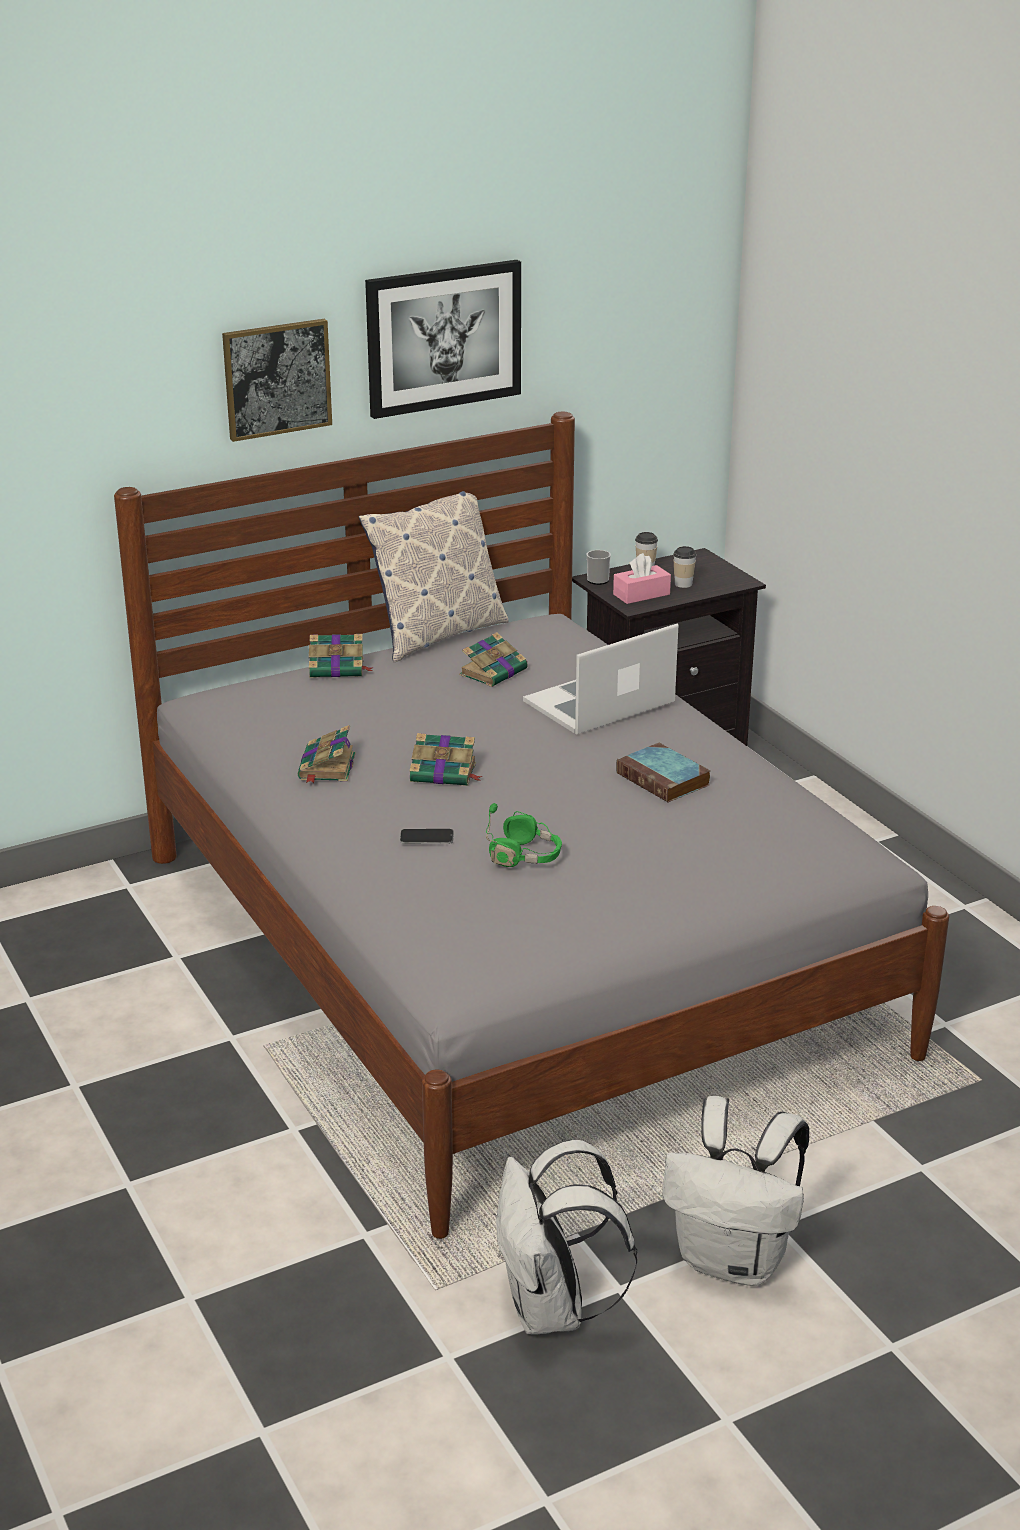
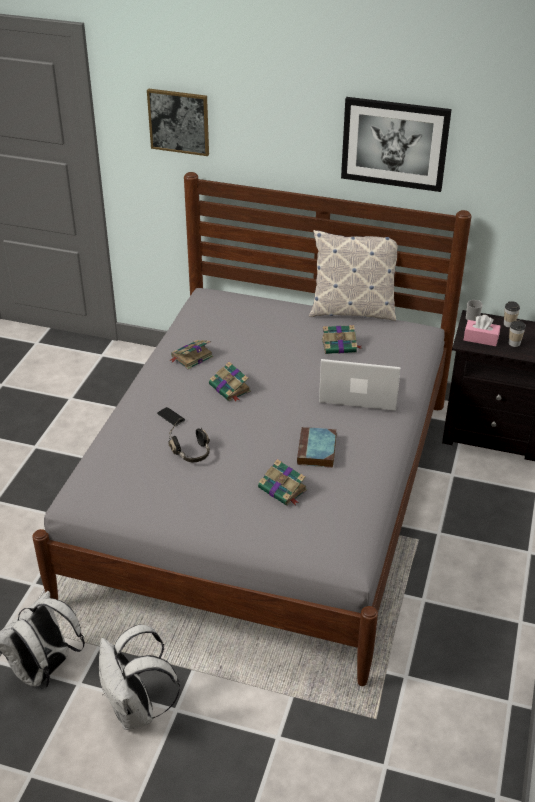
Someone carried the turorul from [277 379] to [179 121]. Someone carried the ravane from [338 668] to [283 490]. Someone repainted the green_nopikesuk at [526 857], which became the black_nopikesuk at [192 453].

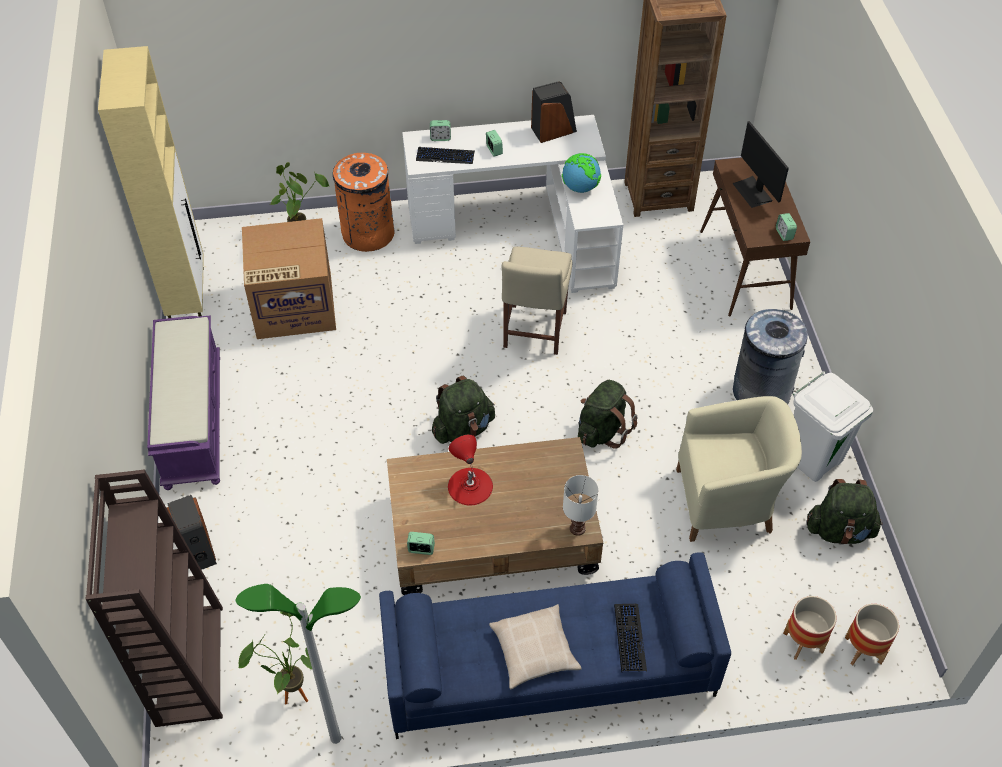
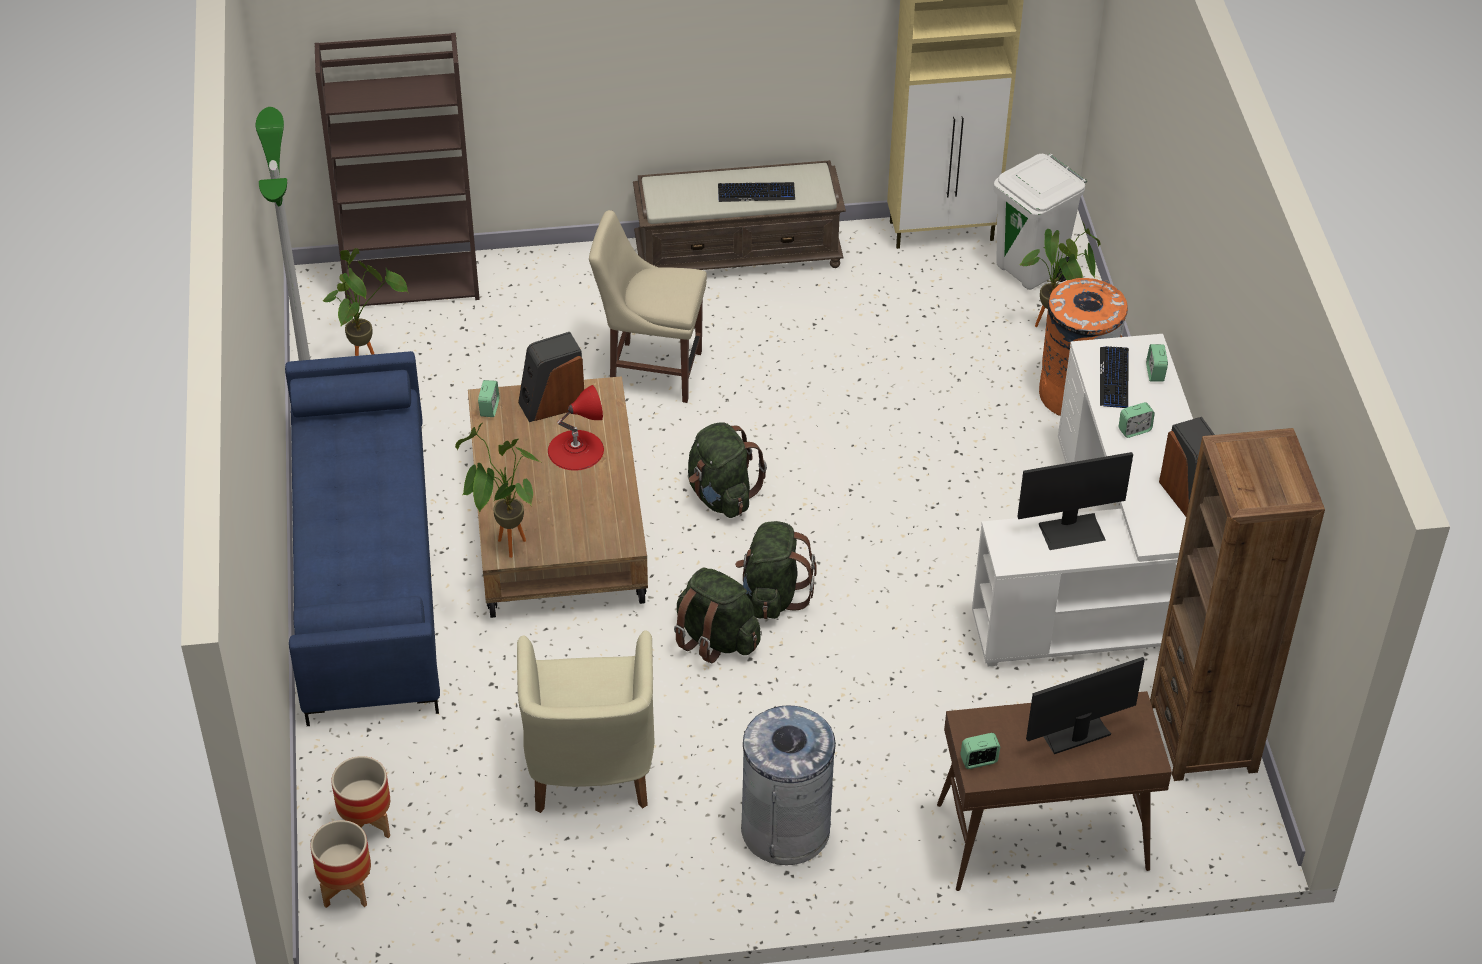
Someone swapped the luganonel at [580 188] for the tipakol at [1072 530]. Someone took away the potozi at [293 306]. Someone carried the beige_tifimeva from [533 332] to [650 370]. Someone repainted the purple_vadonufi at [192 420], which became the brown_vadonufi at [739 253]. Someone carried the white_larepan from [813 459] to [1031 269]. Someone swapped the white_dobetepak at [578 529] for the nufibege at [504 547]. Someone carried the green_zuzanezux from [839 530] to [772 595]. Someone carried the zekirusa from [198 549] to [552 403]. Someone took away the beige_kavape at [534 651]. Someone carried the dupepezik from [629 638] to [756 193].

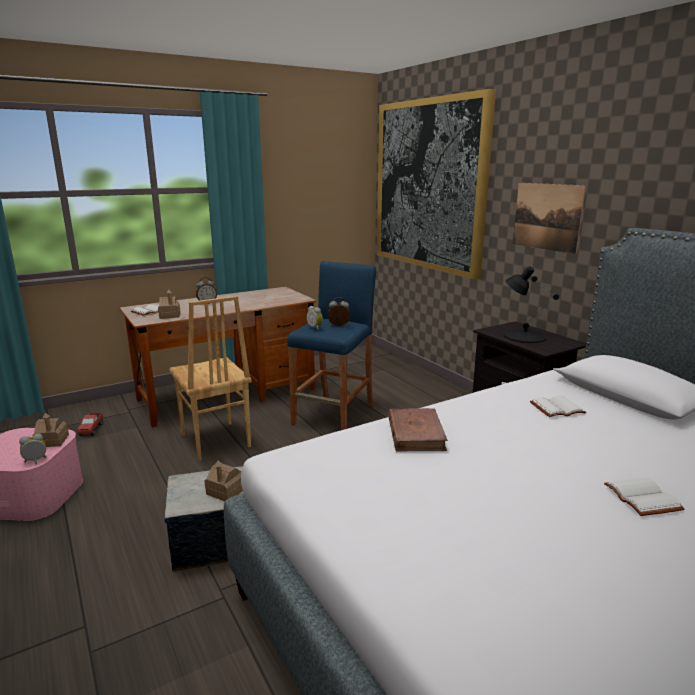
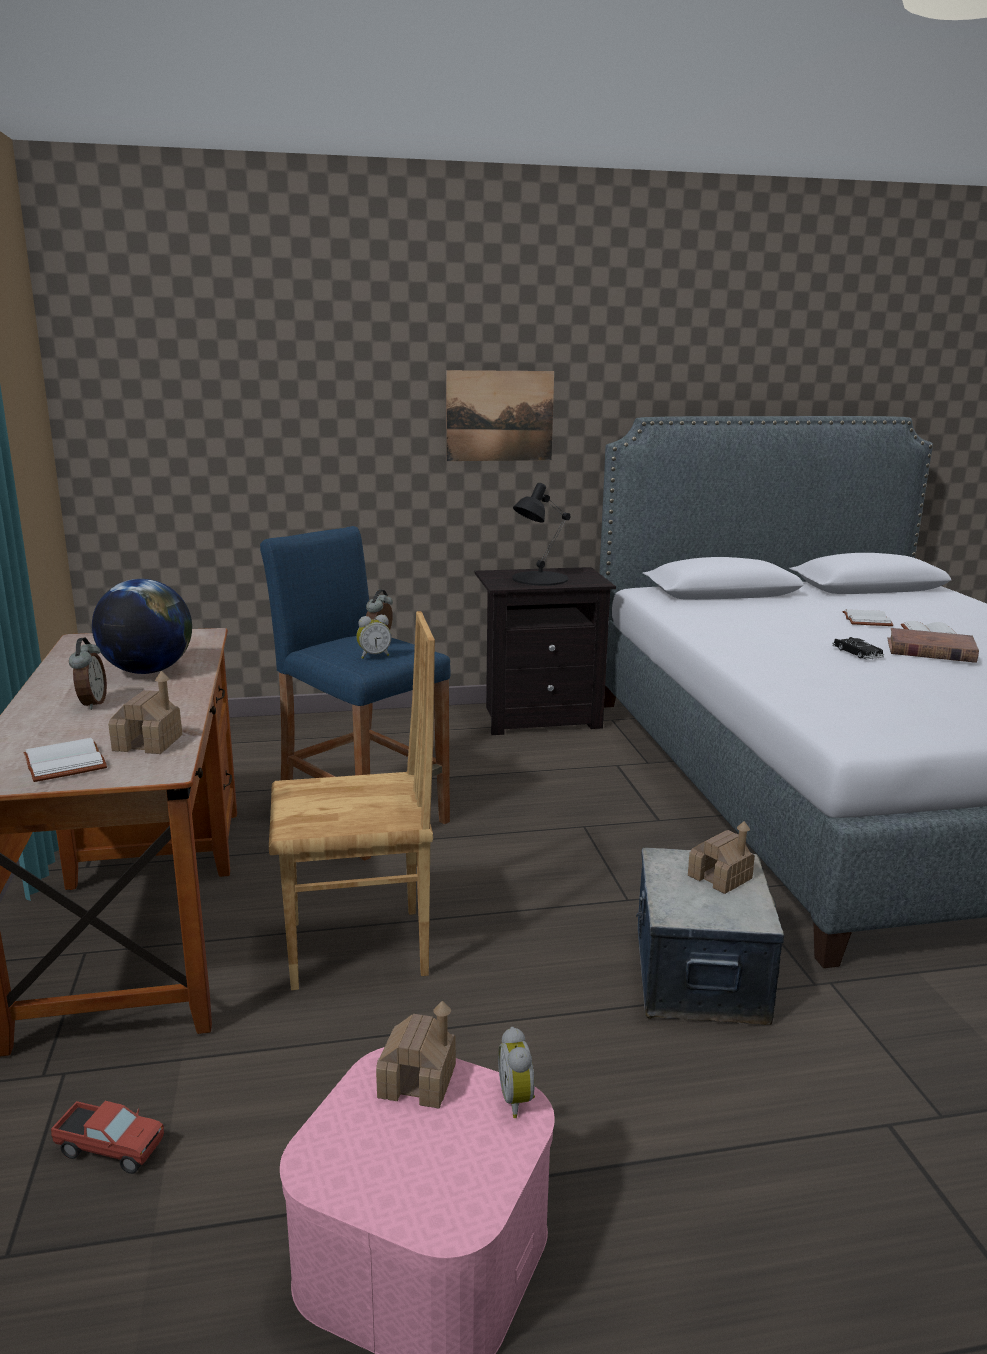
Someone took away the turorul at [429 185]. Someone carried the white_ravane from [557 408] to [865 620]. Someone carried the brown_ravane from [415 433] to [930 650]. Someone put down the luganonel at [147 671]. Someone put down the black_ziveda at [857 653].

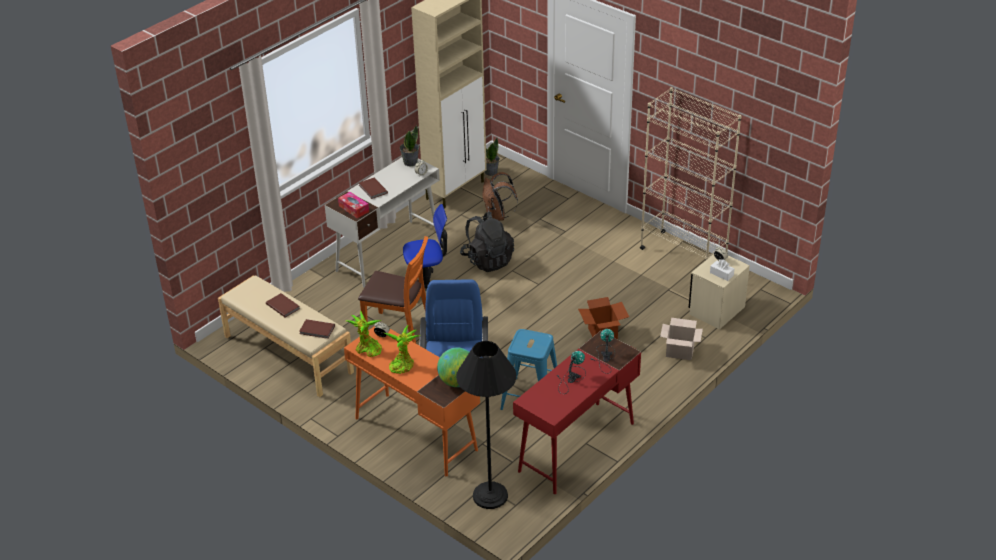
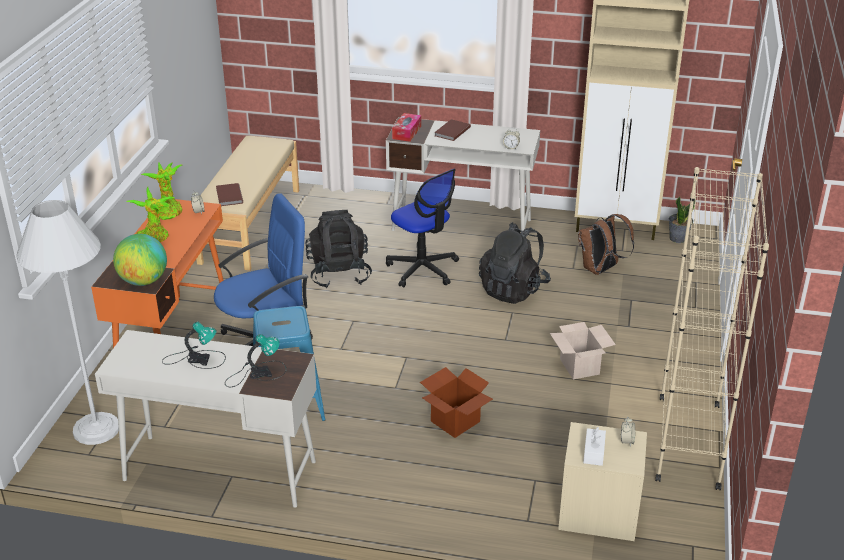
Someone took away the nufibege at [410 162]. Someone swapped the orange_tifimeva at [399 330] for the black_zuzanezux at [339 274]. Someone took away the brown_ravane at [283 306]. Someone carried the potozi from [680 351] to [580 367]. Someone repainted the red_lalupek at [576 447], which became the white_lalupek at [219 470]. Someone repainted the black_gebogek at [490 496], which became the white_gebogek at [96 429].

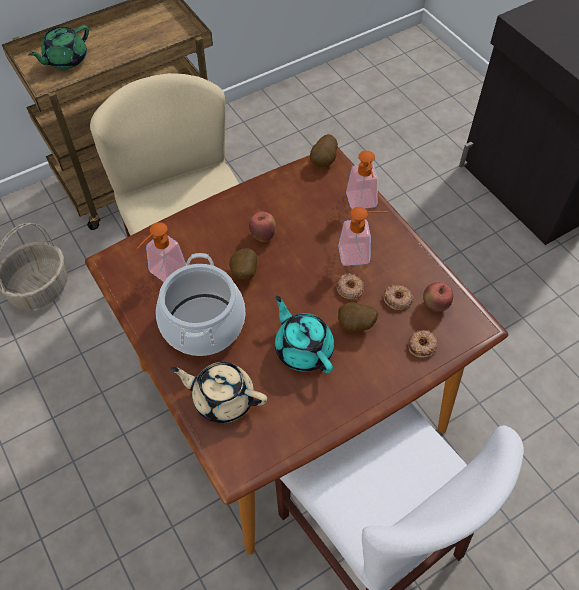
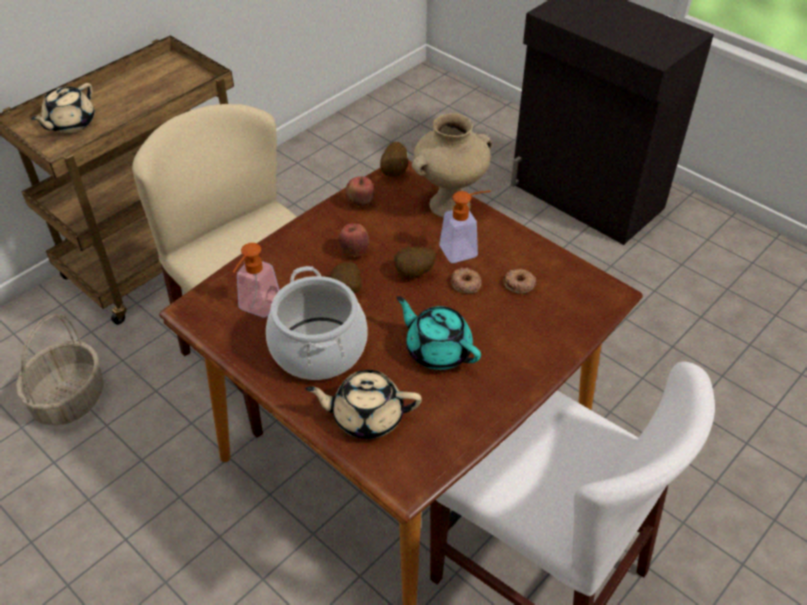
Someone repainted the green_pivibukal at [65 60], which became the beige_pivibukal at [70 124]. Someone swapped the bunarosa at [362 204] for the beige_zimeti at [450 204]. Someone carried the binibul from [435 305] to [360 203]. Someone carried the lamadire from [355 326] to [414 274]. Someone took away the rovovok at [422 345].

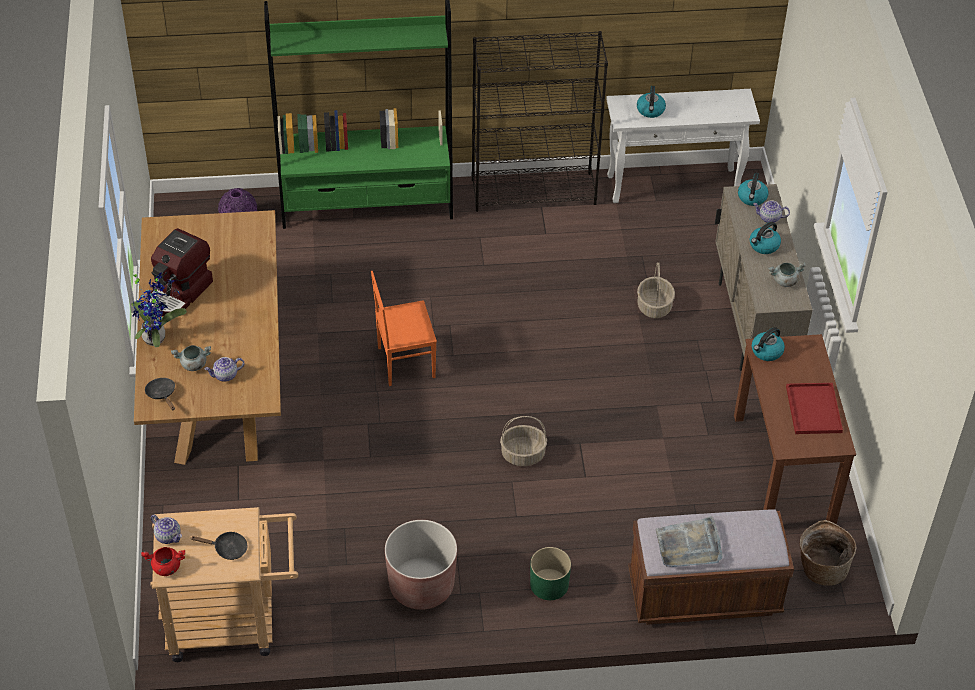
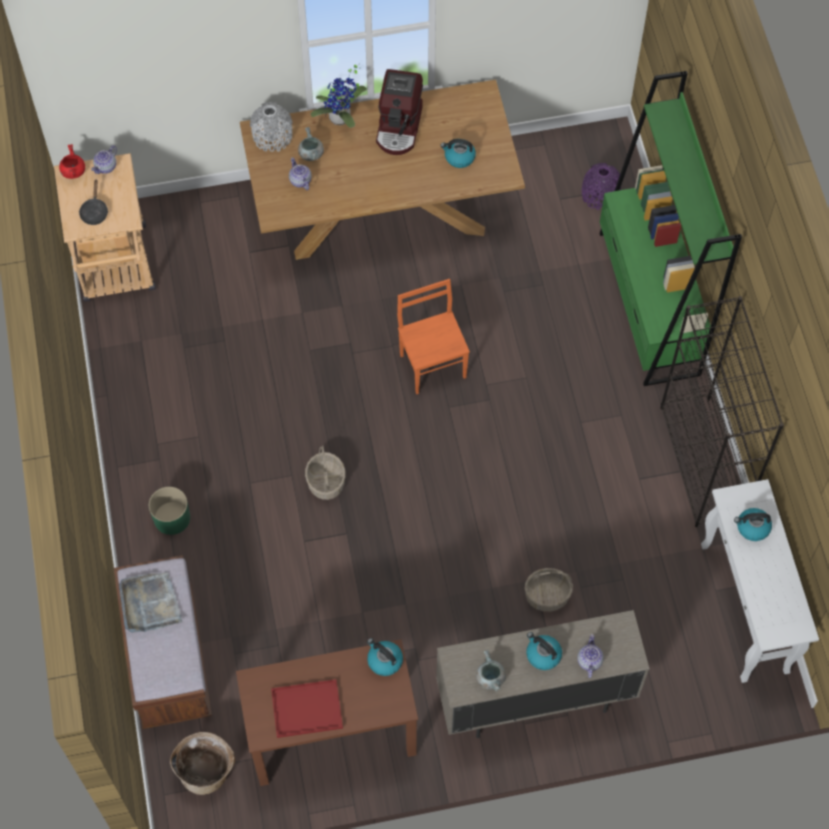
Someone carried the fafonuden from [752 198] to [459 157]. Someone rotated the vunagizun at [180 293] by 105 degrees counterclockwise. Someone swapped the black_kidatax at [162 394] for the grey_zimeti at [272 136]. Someone took away the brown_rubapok at [421 586].

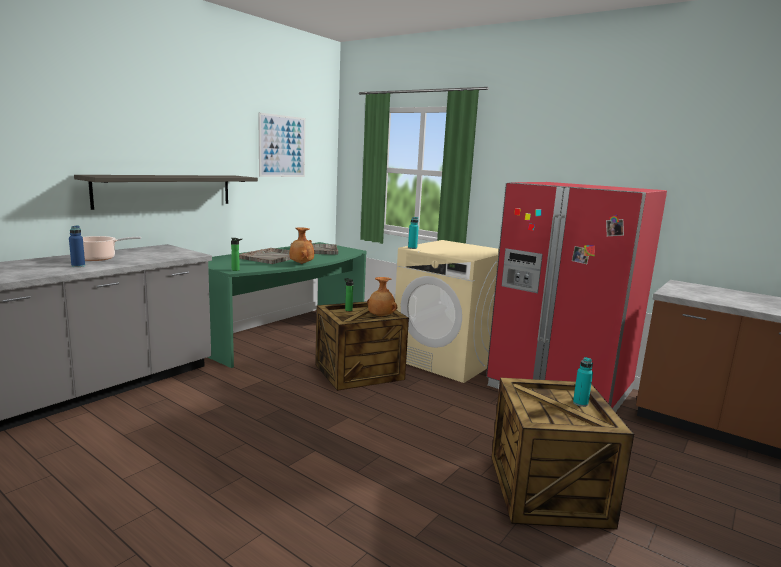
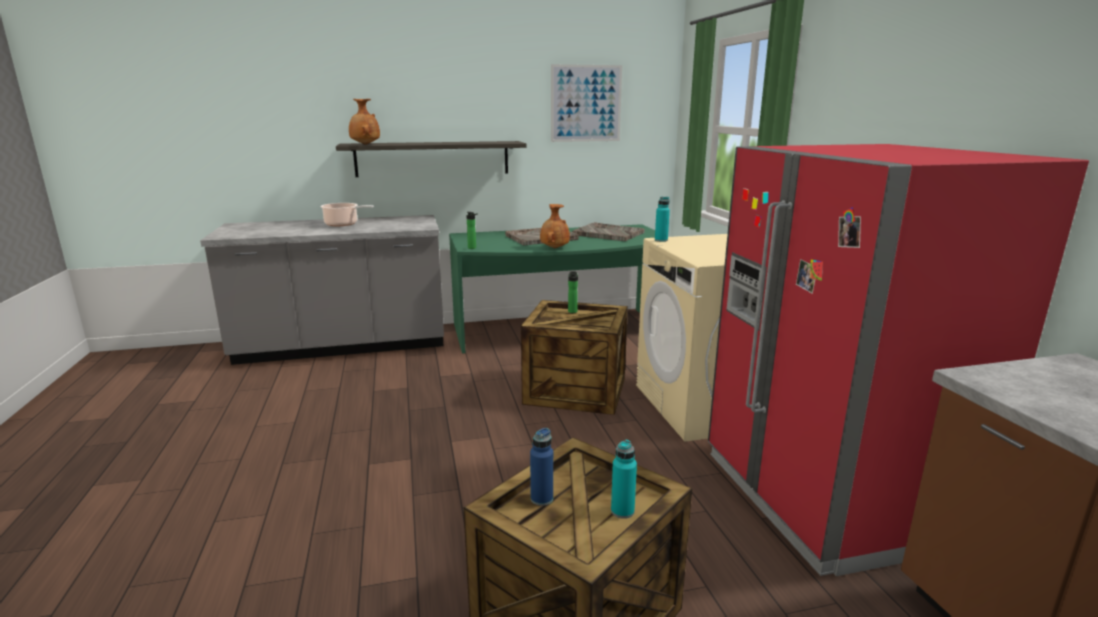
Someone carried the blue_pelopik from [78 266] to [541 499]. Someone carried the brown_zimeti from [380 316] to [365 144].

